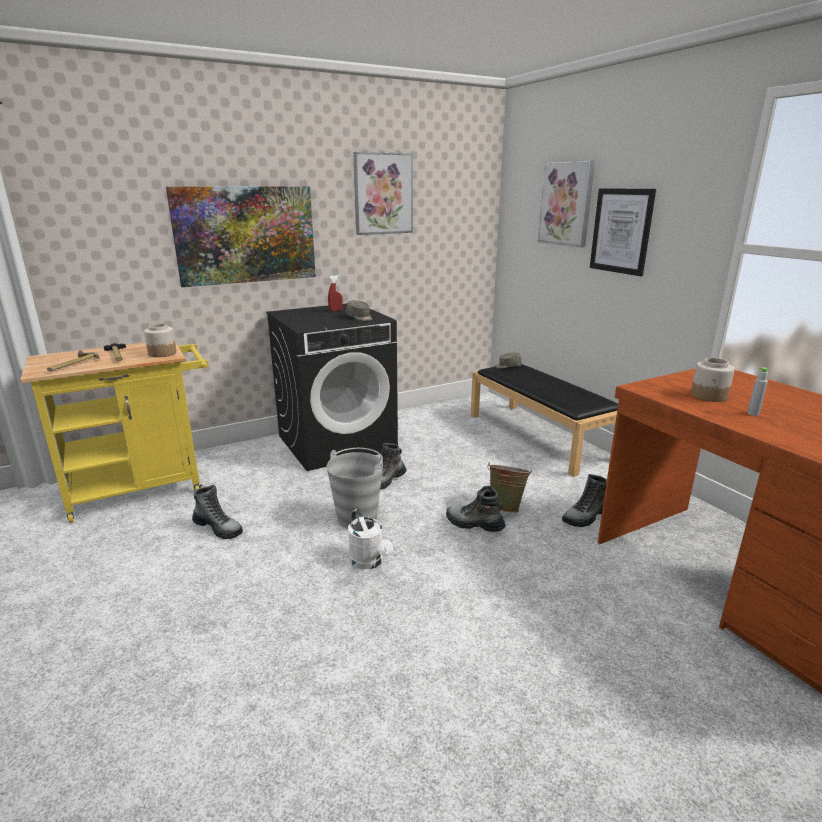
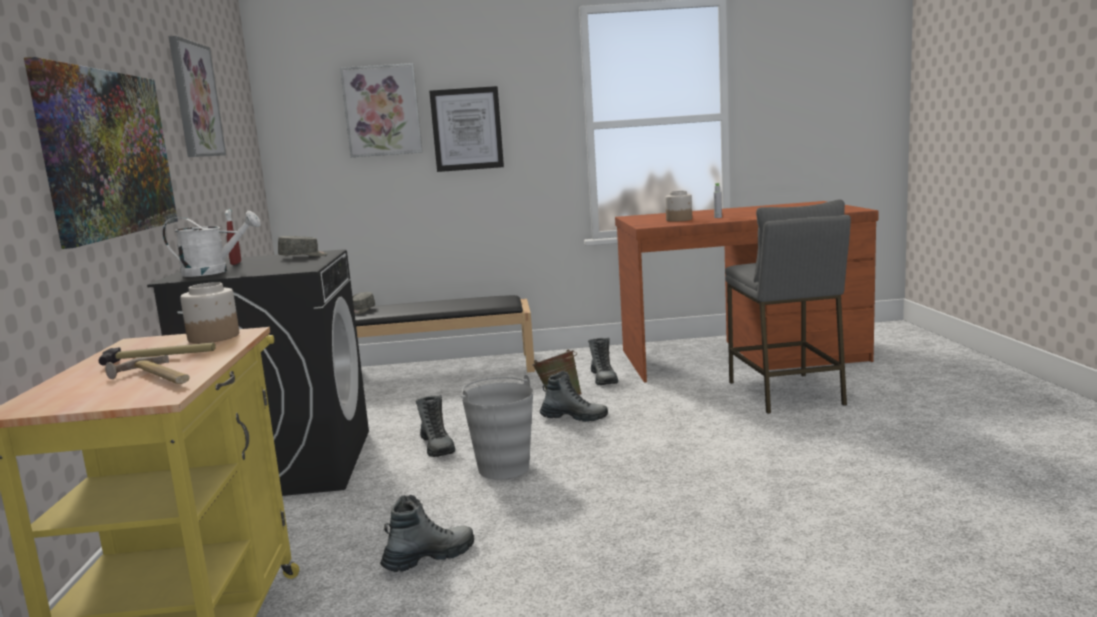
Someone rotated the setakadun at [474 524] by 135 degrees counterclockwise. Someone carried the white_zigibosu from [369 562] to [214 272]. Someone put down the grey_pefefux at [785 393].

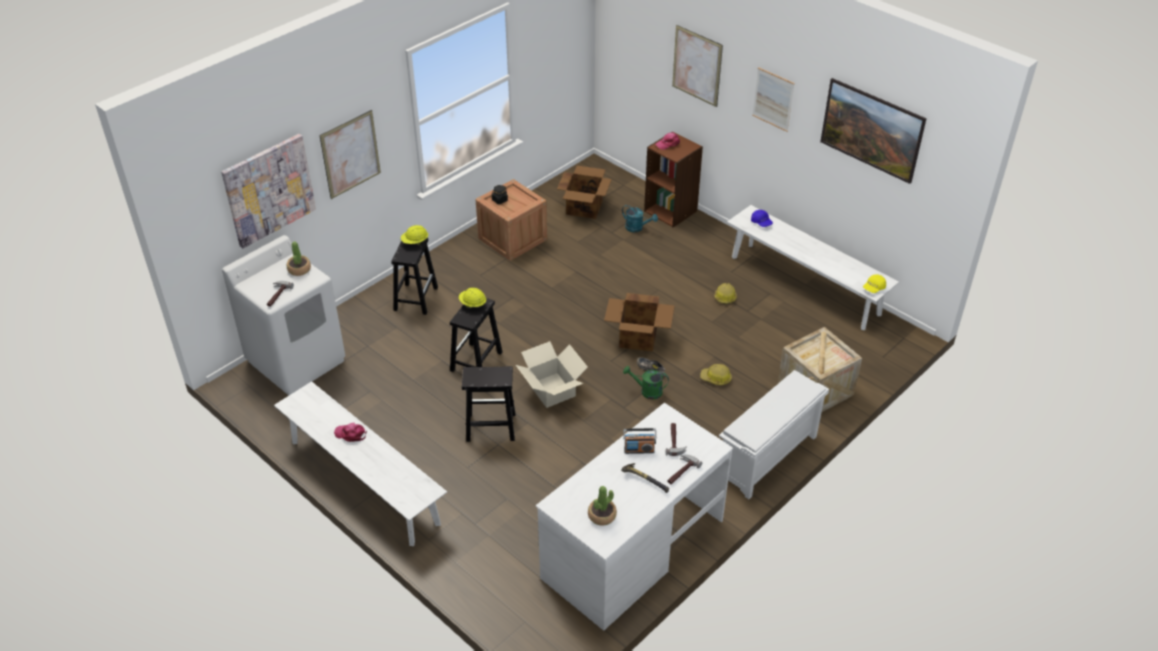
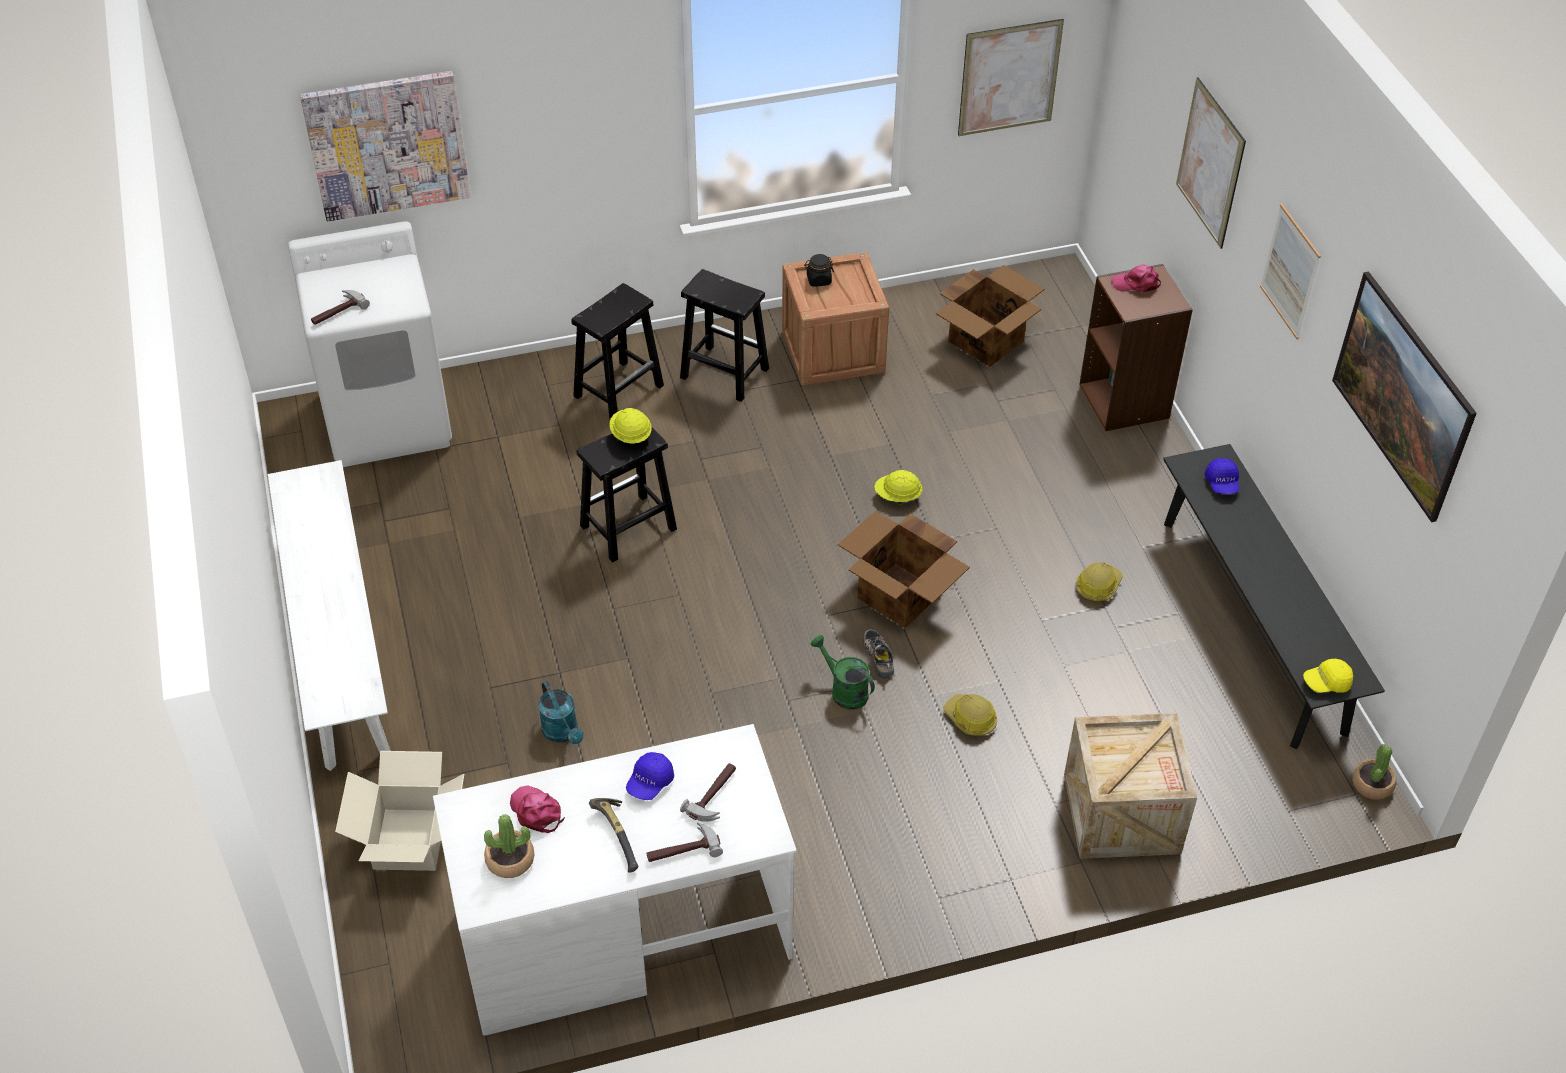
Someone carried the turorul from [350 154] to [1009 77]. Someone carried the turquoise_zigibosu from [637 228] to [563 733]. Someone repainted the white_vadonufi at [804 285], which became the black_vadonufi at [1252 624]. Someone carried the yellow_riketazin from [415 242] to [897 497]. Someone carried the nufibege from [299 269] to [1372 784]. Someone carried the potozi from [551 390] to [408 840]. Someone carried the black_pefefux from [490 427] to [723 373]. Someone took away the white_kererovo at [767 458]. Someone carried the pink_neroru from [351 434] to [536 811]. Someone swapped the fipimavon at [639 450] for the blue_neroru at [650 783].

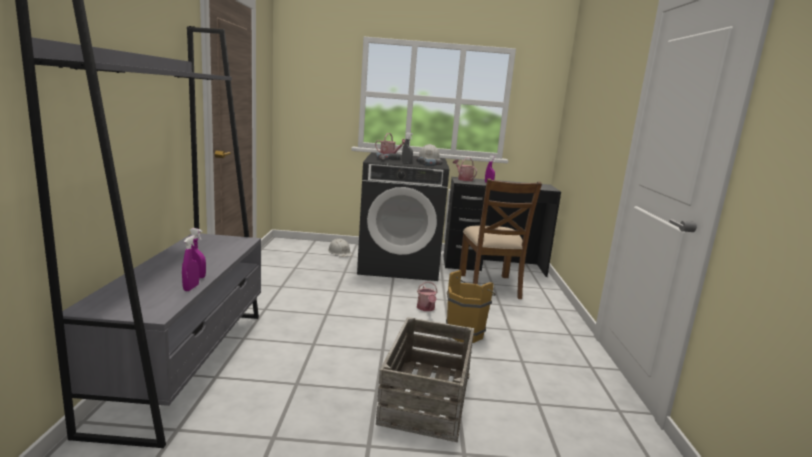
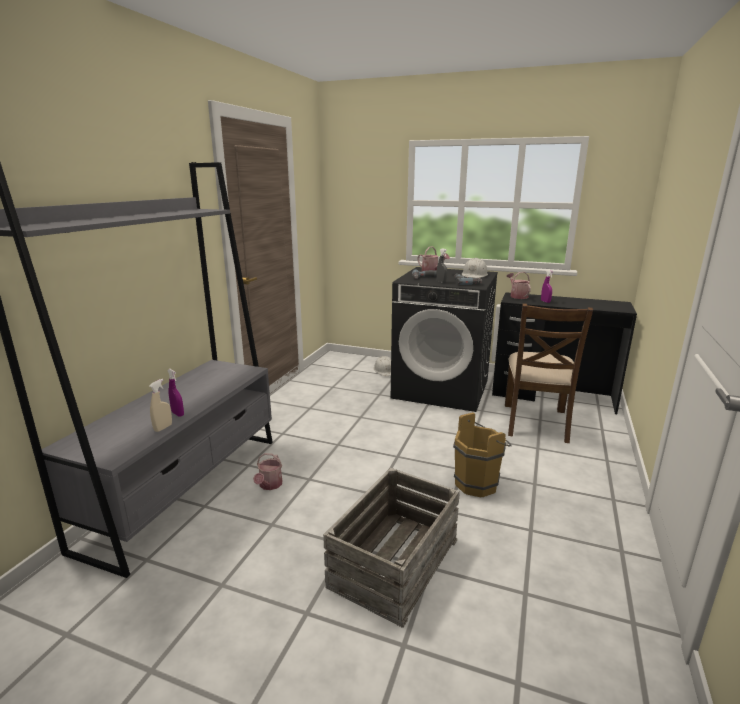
Someone repainted the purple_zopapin at [191 288], which became the beige_zopapin at [163 428]. Someone carried the zigibosu from [426 308] to [269 485].

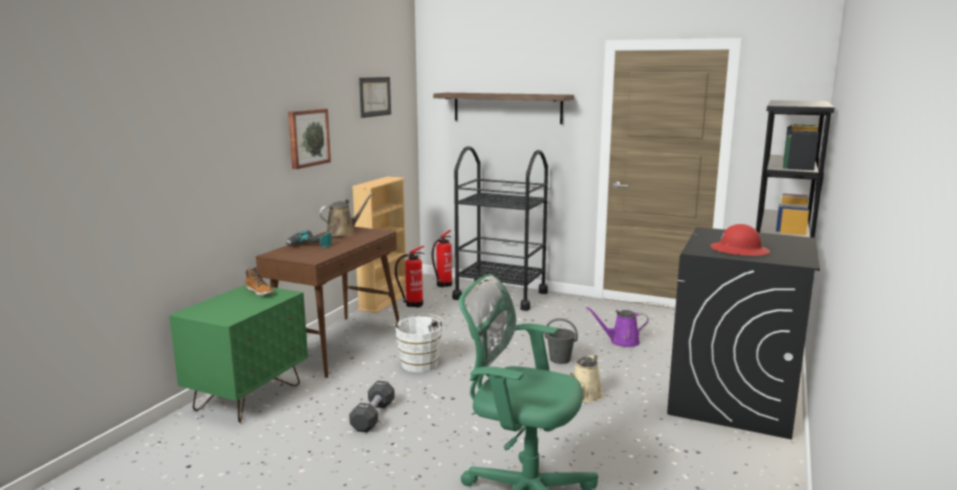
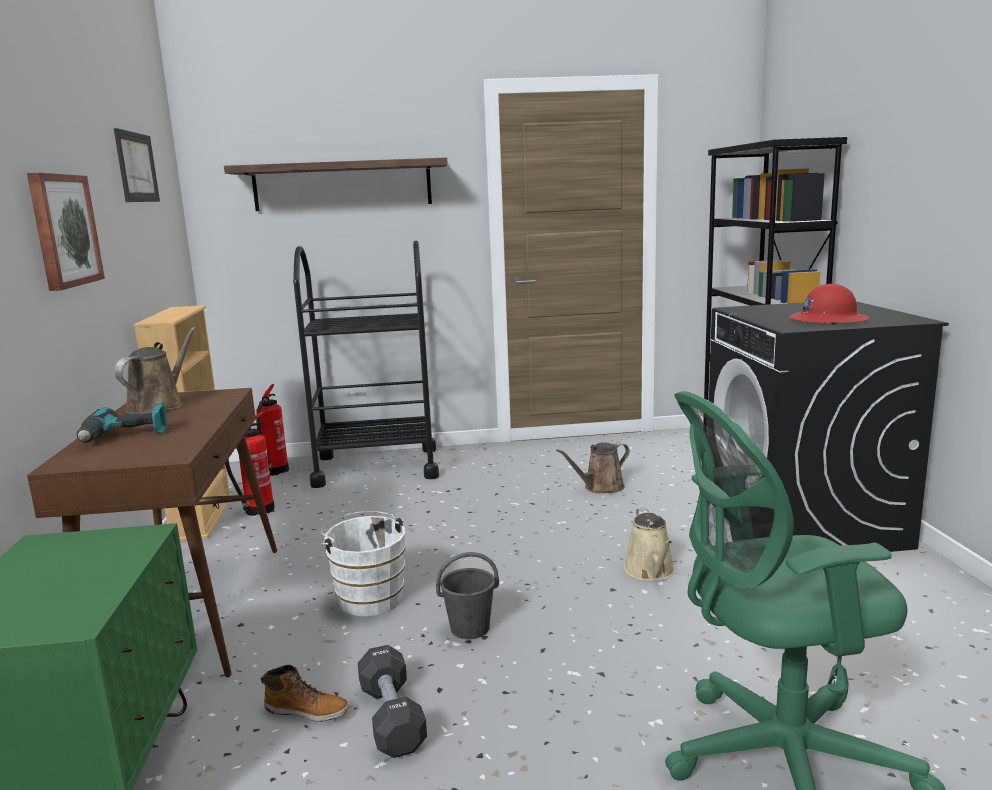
Someone carried the setakadun from [260 292] to [307 710]. Someone repainted the purple_zigibosu at [621 341], which became the brown_zigibosu at [600 487]. Someone carried the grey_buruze from [560 359] to [470 628].

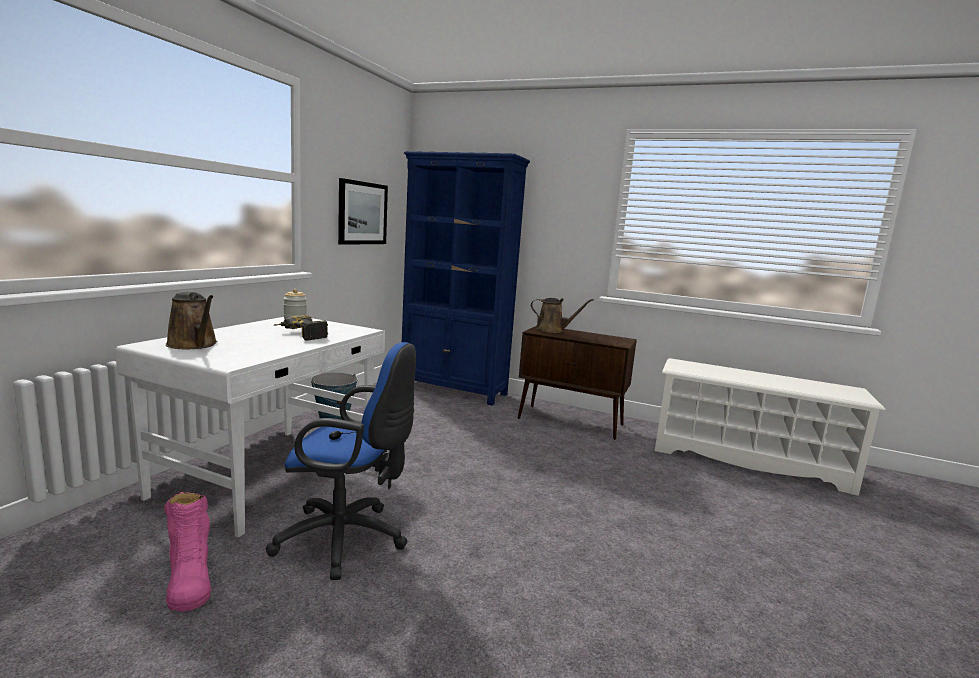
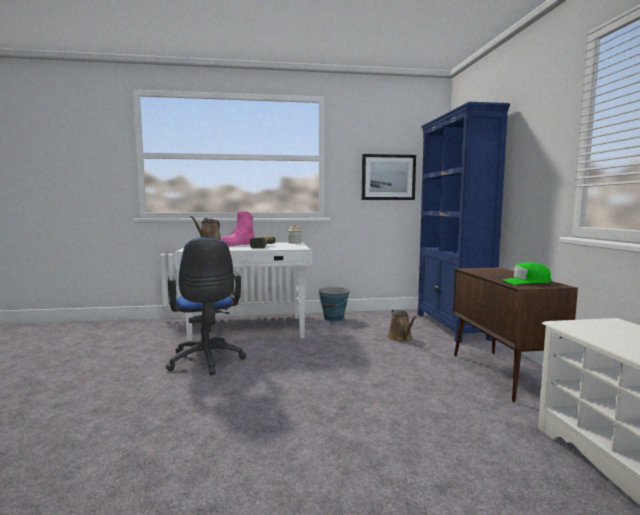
Someone carried the brown_zigibosu from [553 330] to [401 338]. Someone carried the pink_setakadun from [189 579] to [238 244]. Someone put down the green_neroru at [526 282].

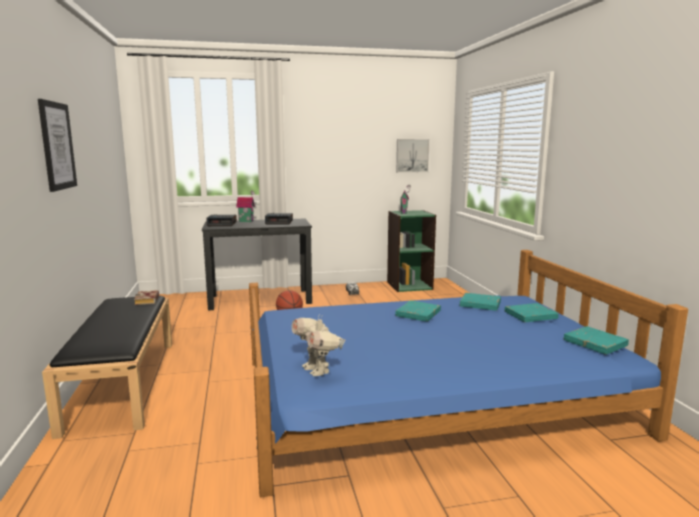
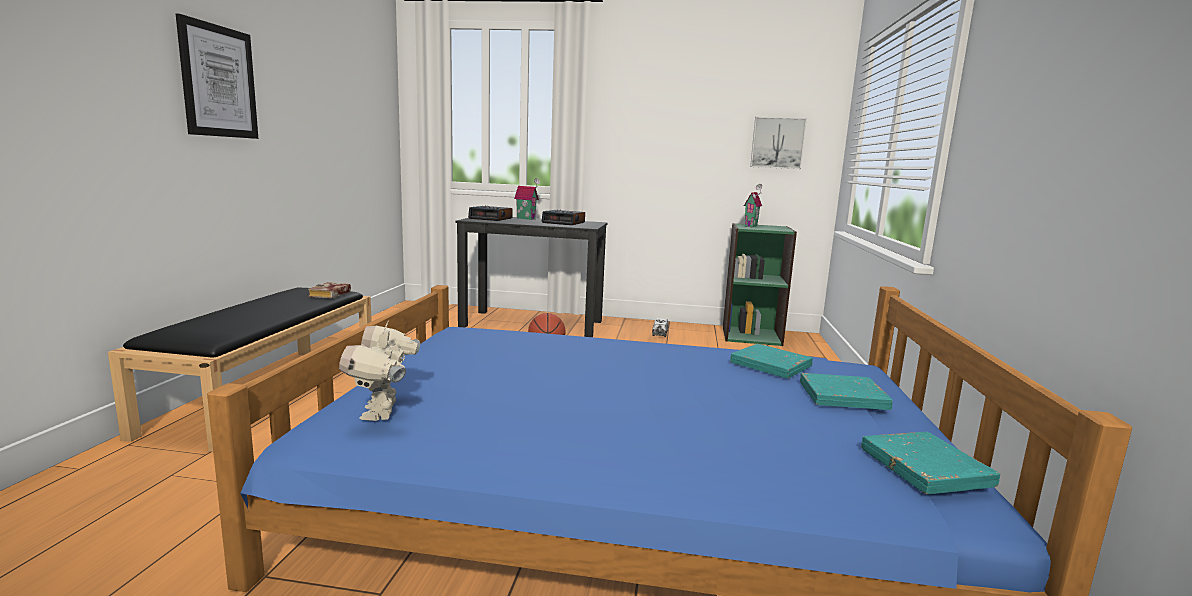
Someone took away the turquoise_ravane at [418 314].

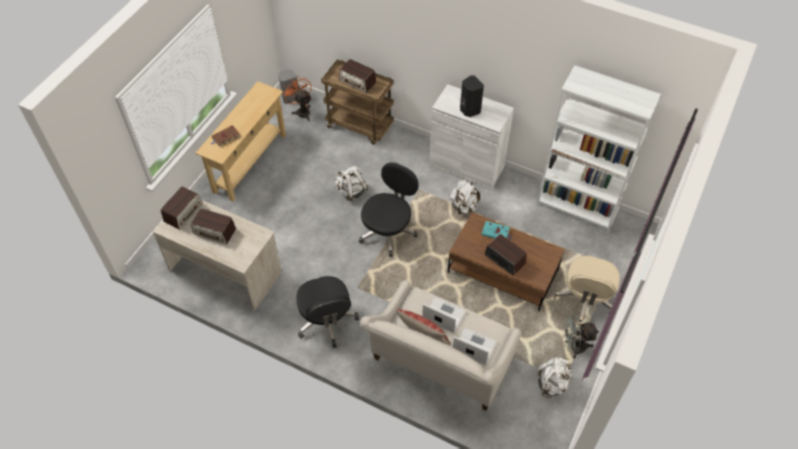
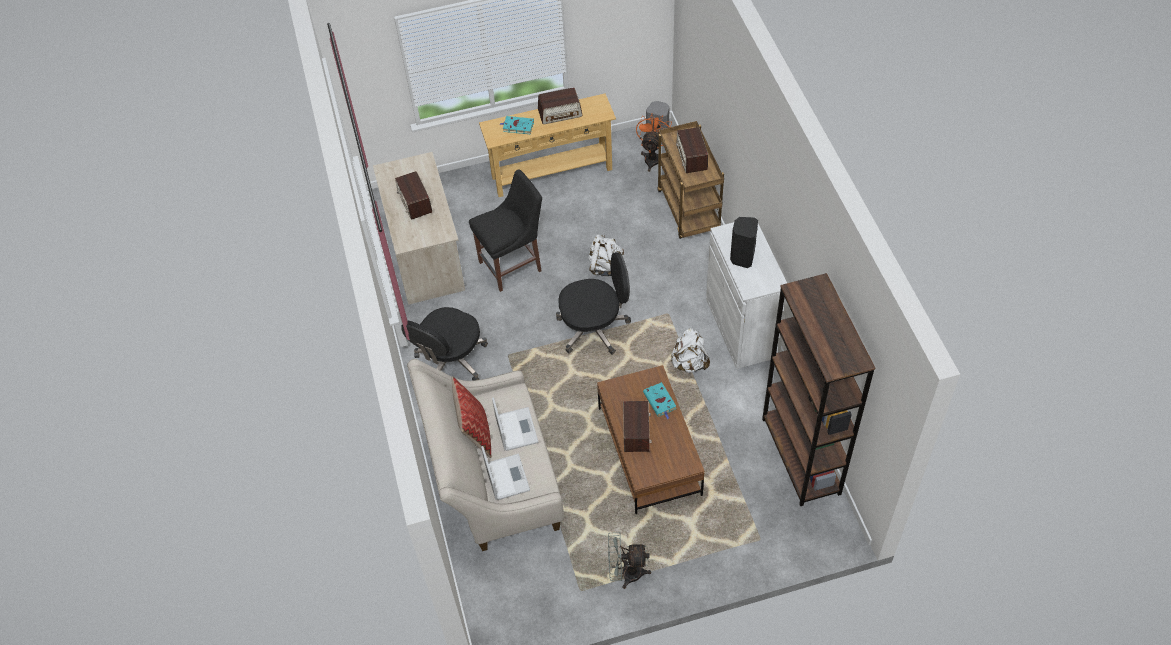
Someone repainted the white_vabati at [577 208], which became the brown_vabati at [801 456]. Someone repainted the brown_ravane at [225 137], which became the turquoise_ravane at [517 126]. Someone carried the fipimavon from [183 212] to [560 113]. Someone took away the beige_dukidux at [585 300]. Someone rotated the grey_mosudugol at [574 347] by 45 degrees counterclockwise. Someone took away the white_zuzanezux at [552 383]. Someone put down the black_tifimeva at [513 265].

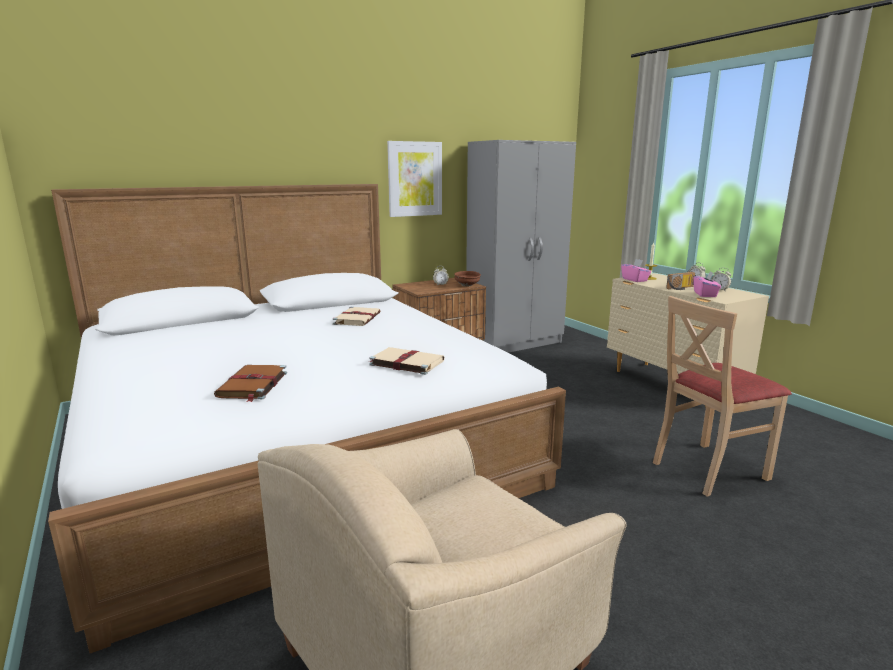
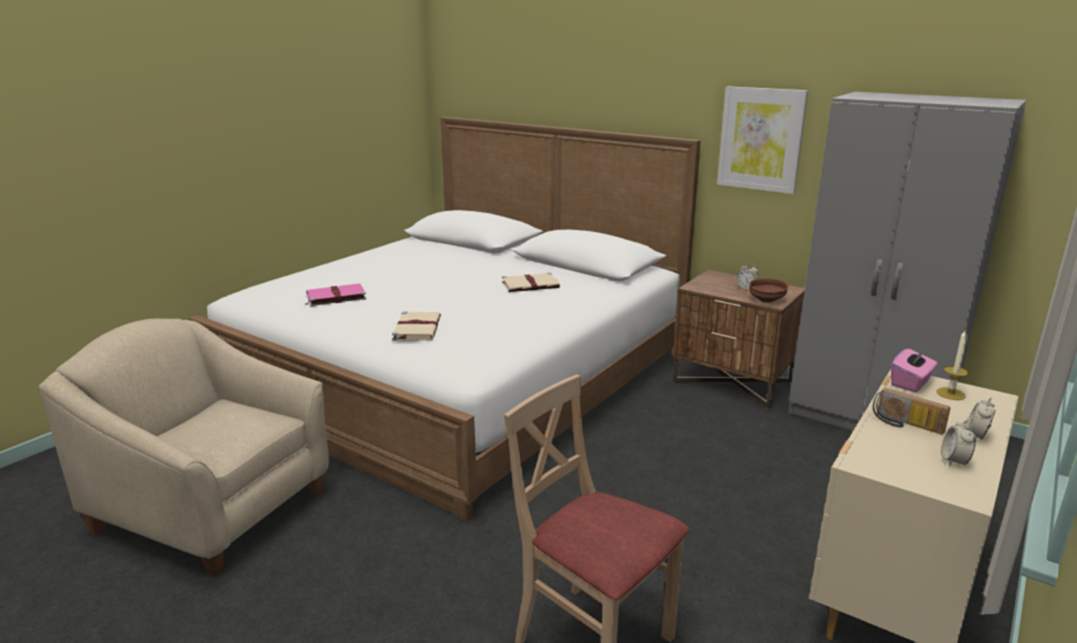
Someone took away the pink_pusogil at [705 294]. Someone repainted the brown_ravane at [252 385], which became the pink_ravane at [335 297].

